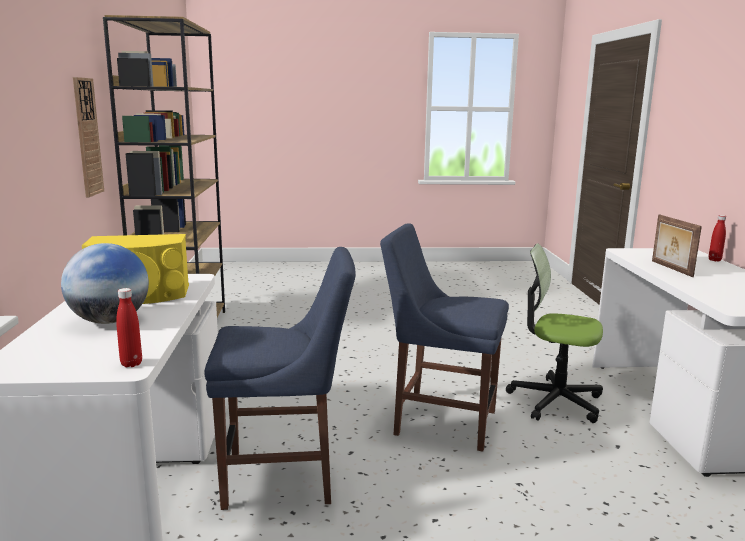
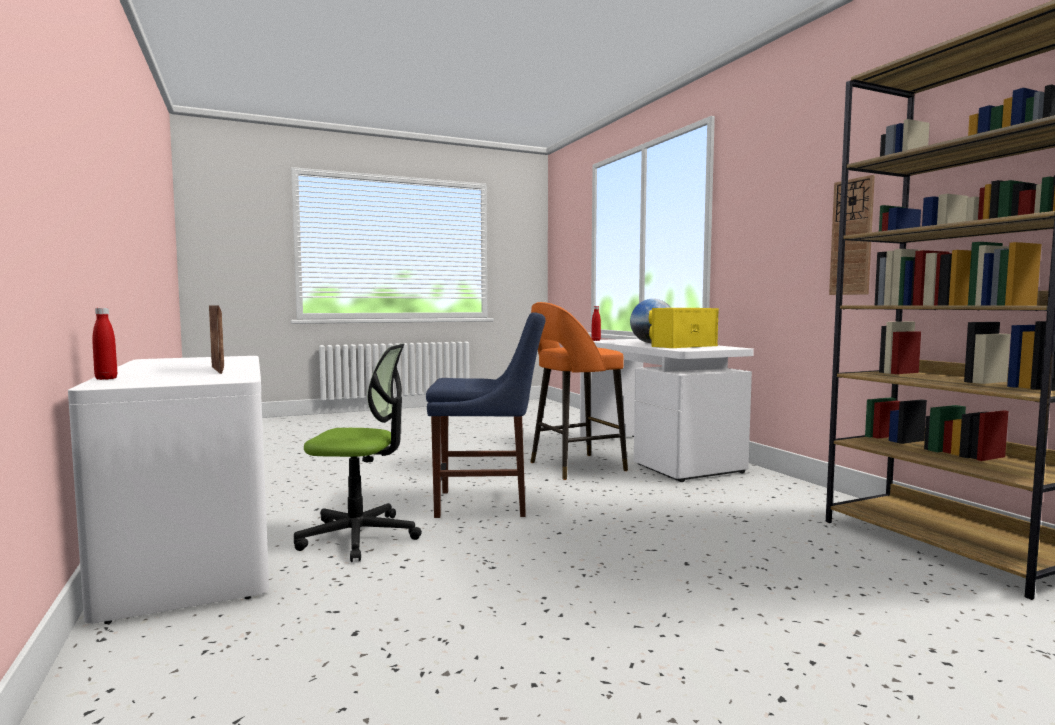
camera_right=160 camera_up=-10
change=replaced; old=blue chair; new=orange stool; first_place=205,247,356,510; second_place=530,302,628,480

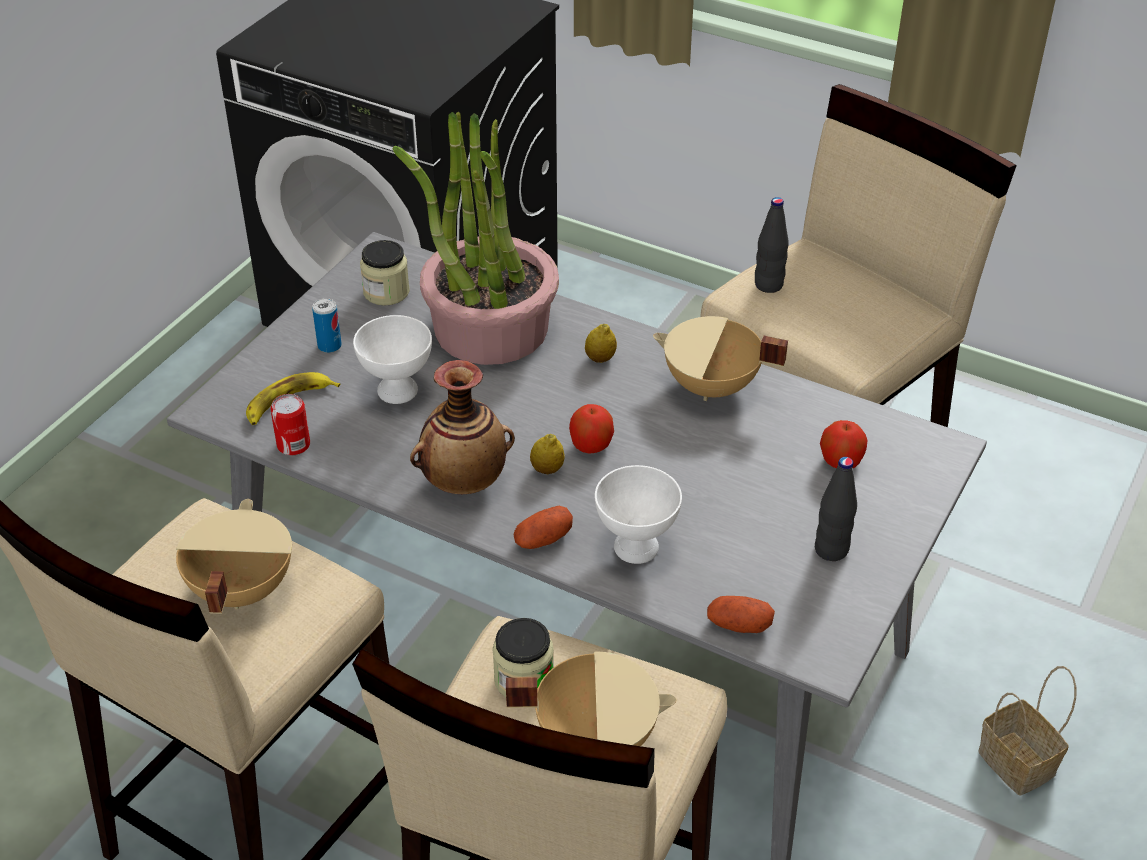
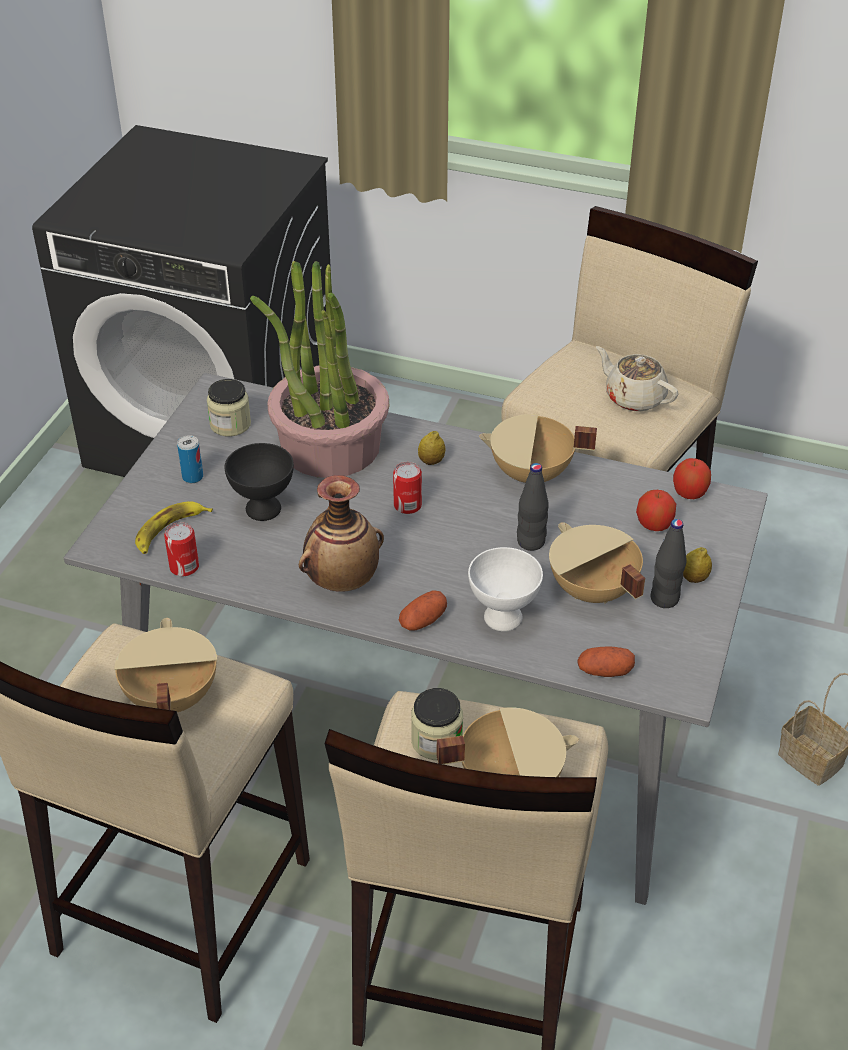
camera_right=-10 camera_up=0
change=recoloured; old=white bowl; new=black bowl; first_place=353,315,432,404; second_place=225,443,294,521
change=moved; old=lemon; first_place=530,434,565,474; second_place=683,547,712,583
change=moved; old=apple; first_place=569,404,614,454; second_place=673,458,711,499
change=moved; old=black bottle; first_place=755,197,789,293; second_place=517,463,549,551
change=added; new=can; second_place=393,462,422,514
change=added; new=beige cooking pot; second_place=549,522,645,604
change=added; new=beige teapot; second_place=596,346,678,412

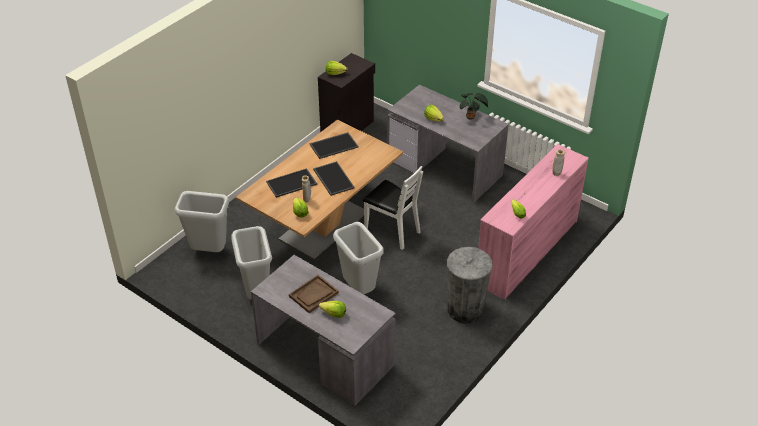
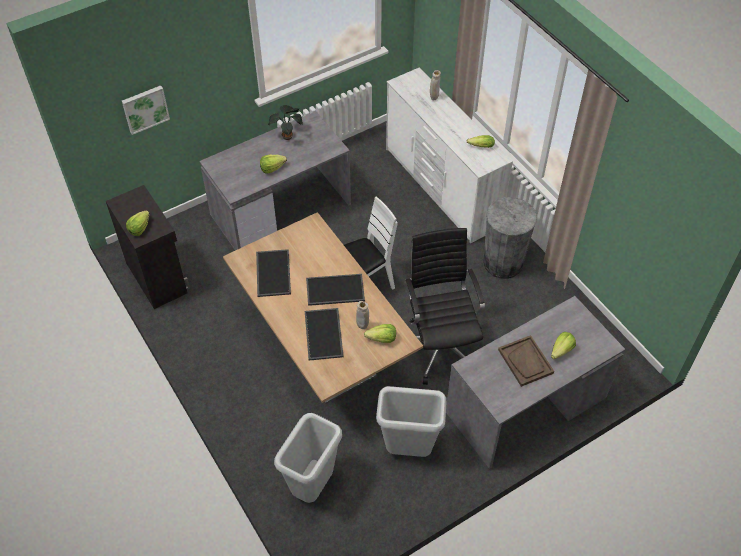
camera_right=-70 camera_up=10
change=replaced; old=grey trash can; new=black office chair; first_place=333,222,384,294; second_place=406,228,485,385
change=recoloured; old=pink dresser; new=white dresser; first_place=478,144,589,300; second_place=386,67,513,244
change=added; new=picture; second_place=122,86,170,135

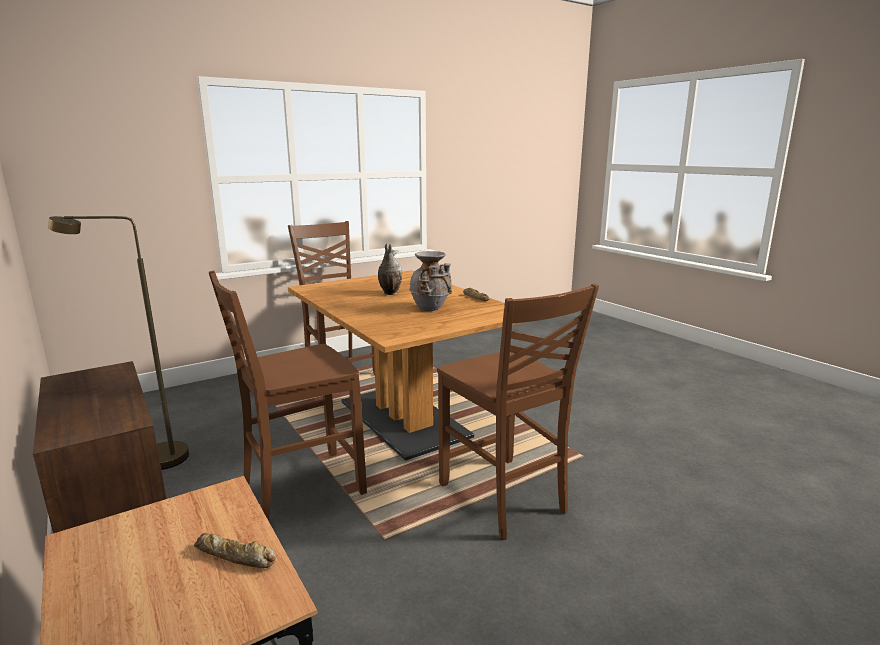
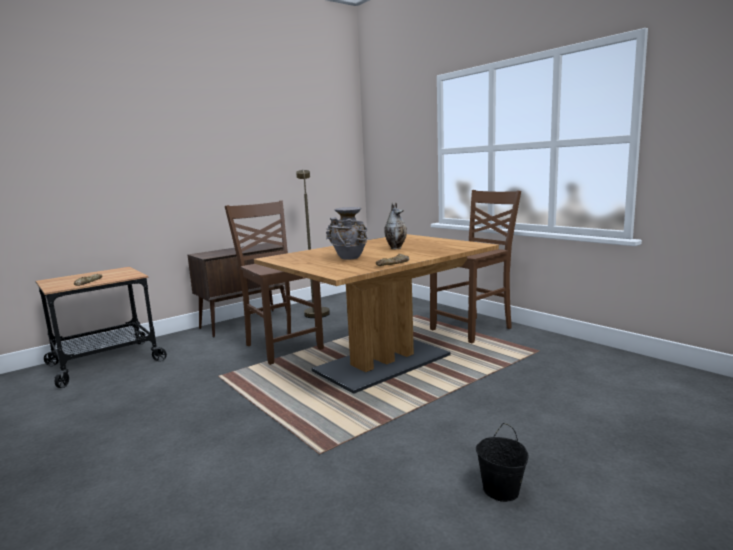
camera_right=85 camera_up=-5
change=removed; old=brown chair; first_place=437,284,599,540
change=added; new=black bucket; second_place=476,423,529,502

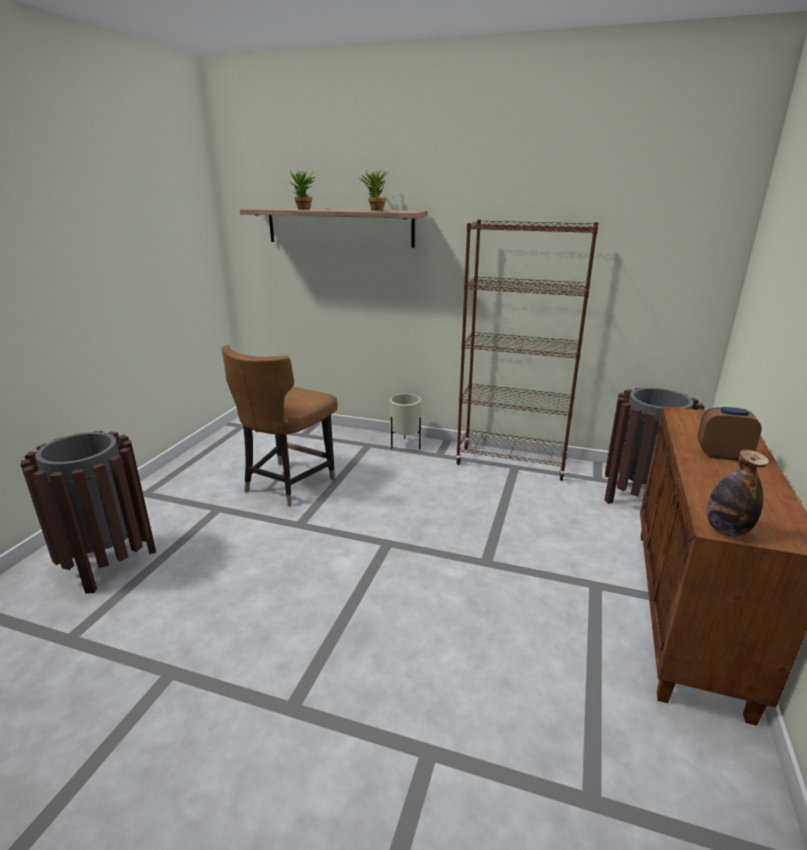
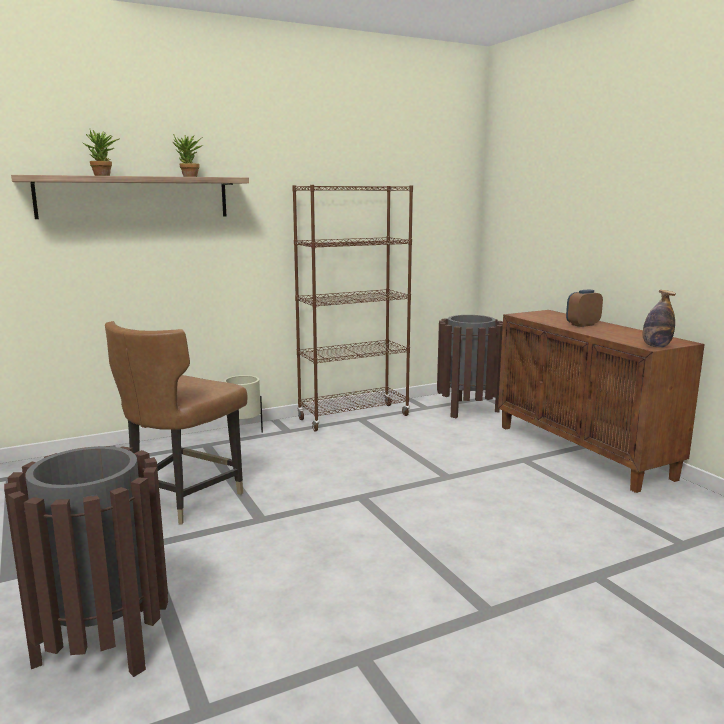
camera_right=-45 camera_up=-10
change=turned; old=brown chair; first_place=221,345,338,507; second_place=105,321,247,524; degrees=45

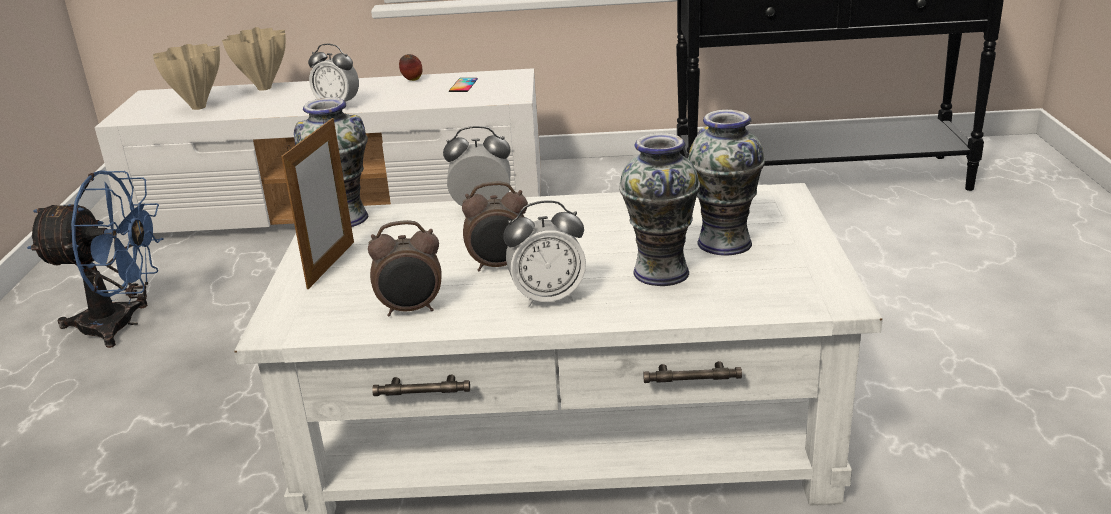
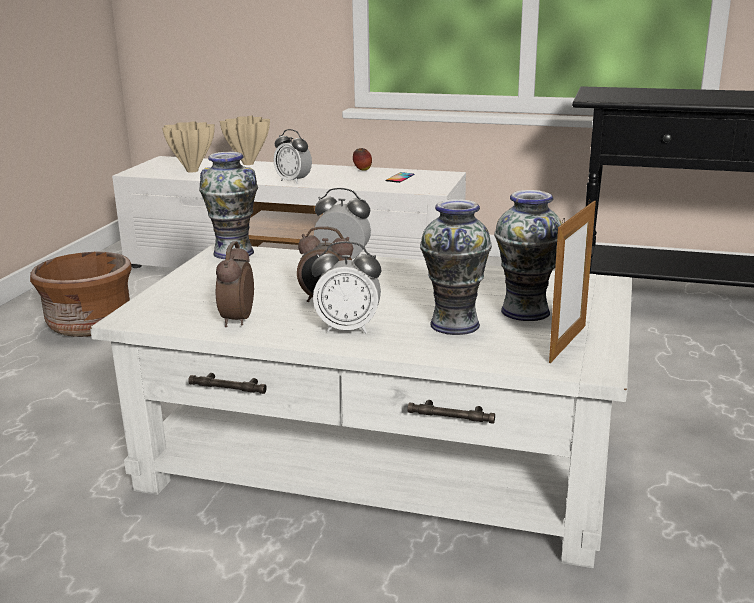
camera_right=15 camera_up=-5
change=replaced; old=blue fan; new=brown planter; first_place=27,170,164,348; second_place=30,252,131,337
change=moved; old=picture frame; first_place=281,118,354,289; second_place=549,199,596,363
change=turned; old=alarm clock; first_place=368,220,442,316; second_place=216,241,254,327; degrees=90

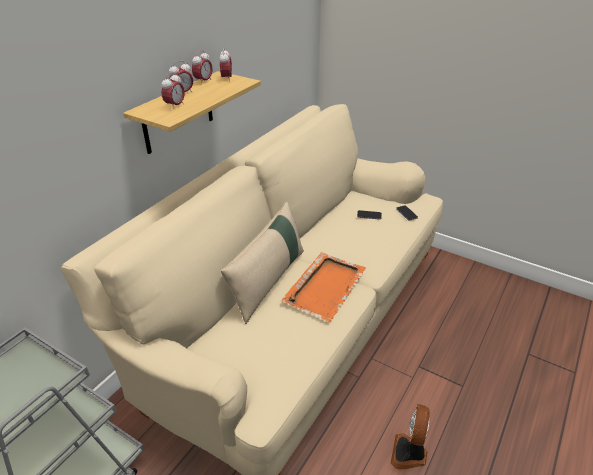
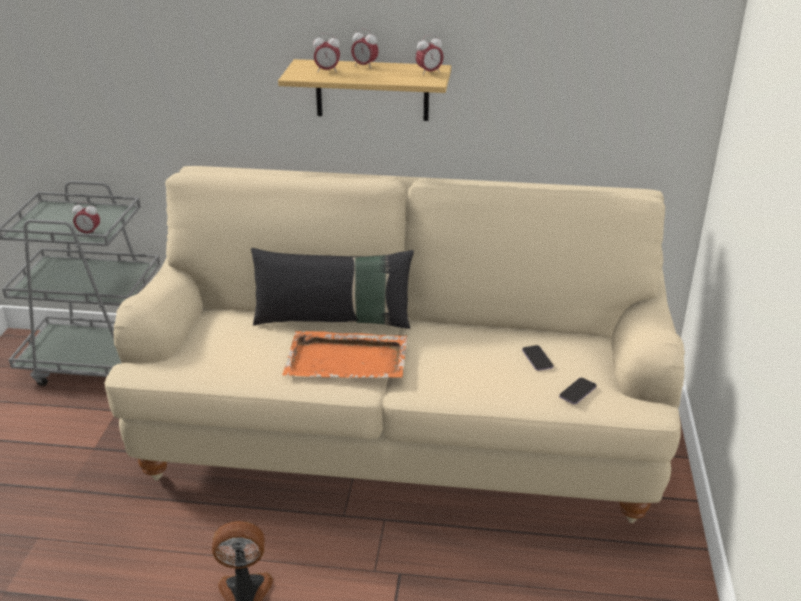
camera_right=65 camera_up=-5
change=moved; old=alarm clock; first_place=192,50,213,85; second_place=72,202,100,234
change=recoloured; old=beige pillow; new=black pillow; first_place=221,202,304,324; second_place=251,248,414,329

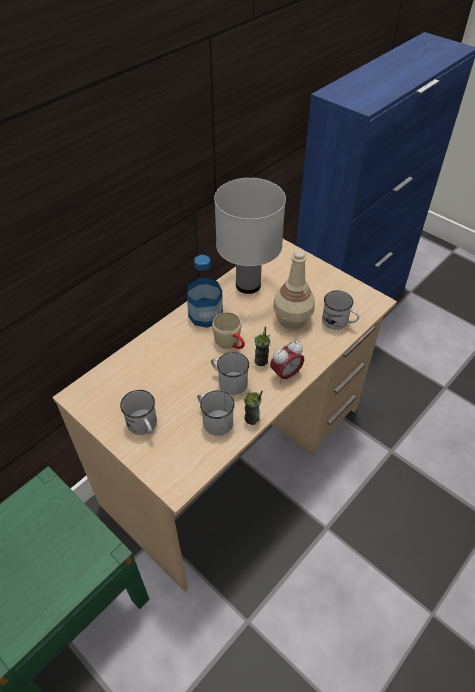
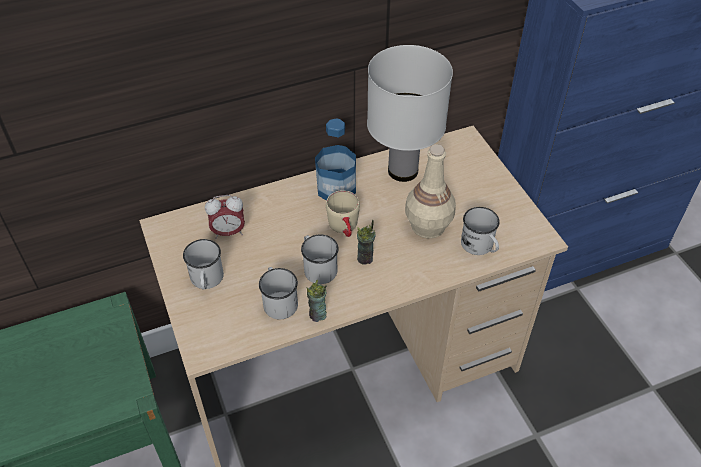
camera_right=25 camera_up=0
change=moved; old=alarm clock; first_place=270,341,304,383; second_place=205,195,245,239

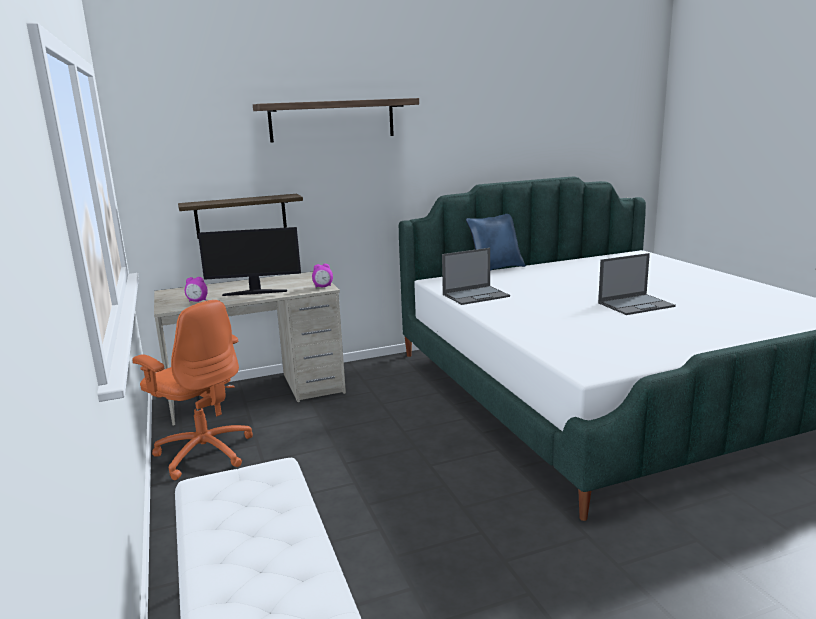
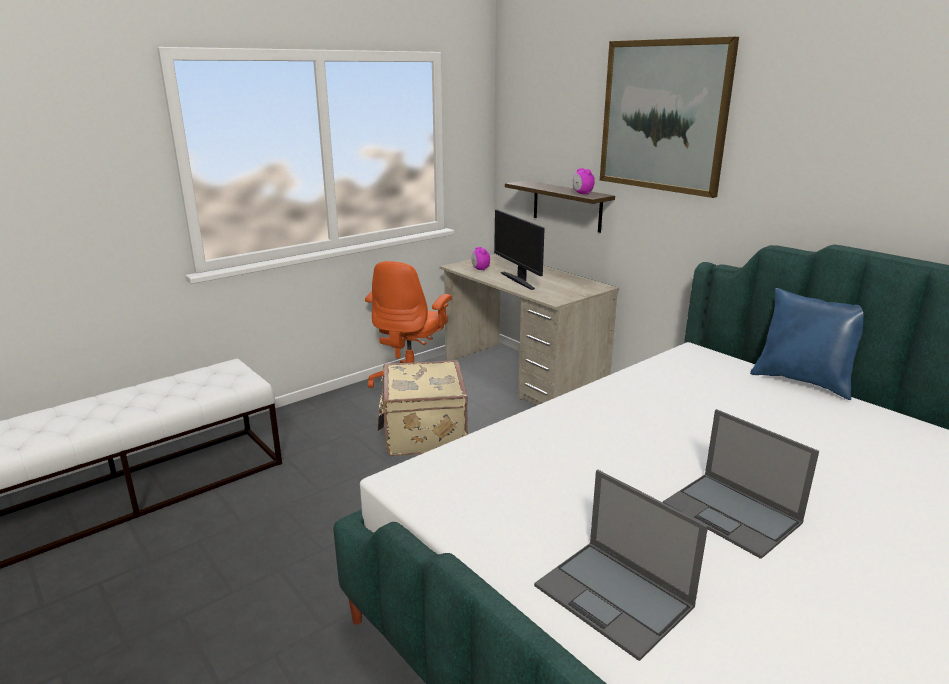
camera_right=70 camera_up=5
change=replaced; old=shelf; new=picture; first_place=253,98,419,143; second_place=600,37,739,198
change=moved; old=alarm clock; first_place=312,264,333,287; second_place=573,168,595,195
change=moved; old=laptop; first_place=442,248,510,305; second_place=534,470,708,661
change=added; new=beige suitcase; second_place=377,360,468,456

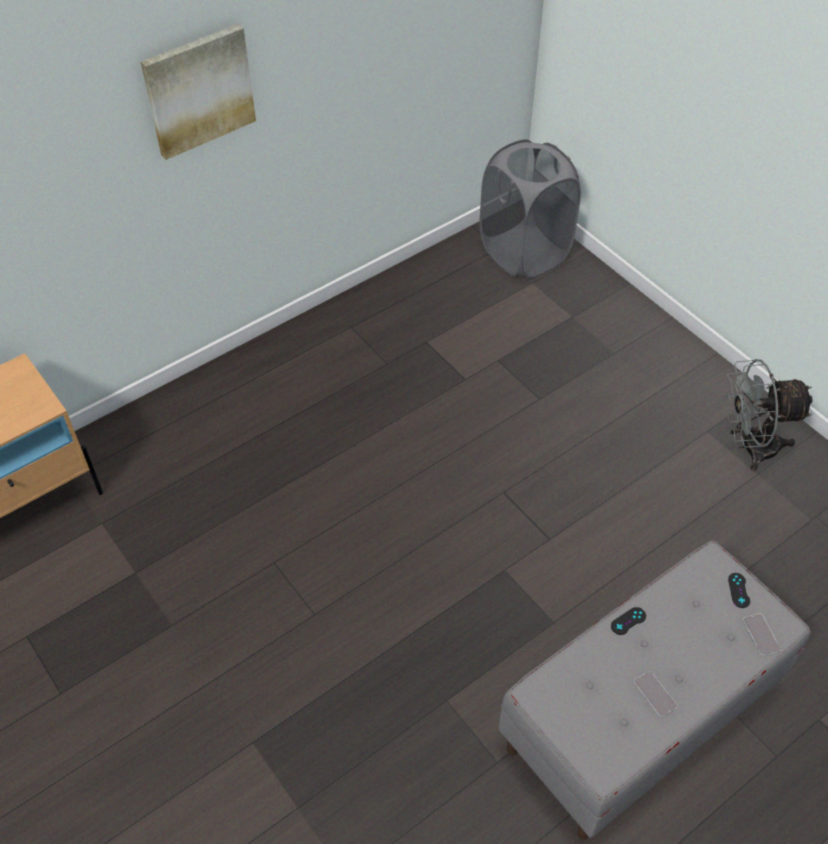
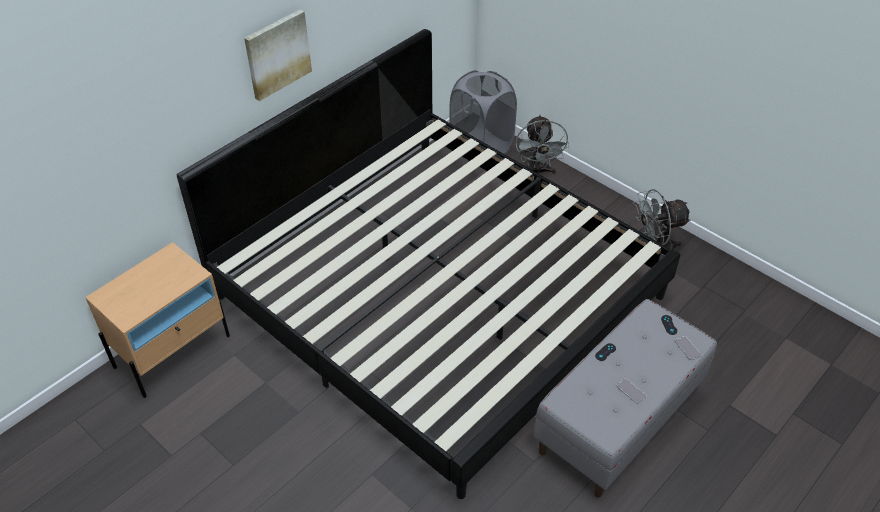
camera_right=-10 camera_up=-5
change=added; new=bed; second_place=177,29,681,499
change=added; new=grey fan; second_place=516,115,569,174

